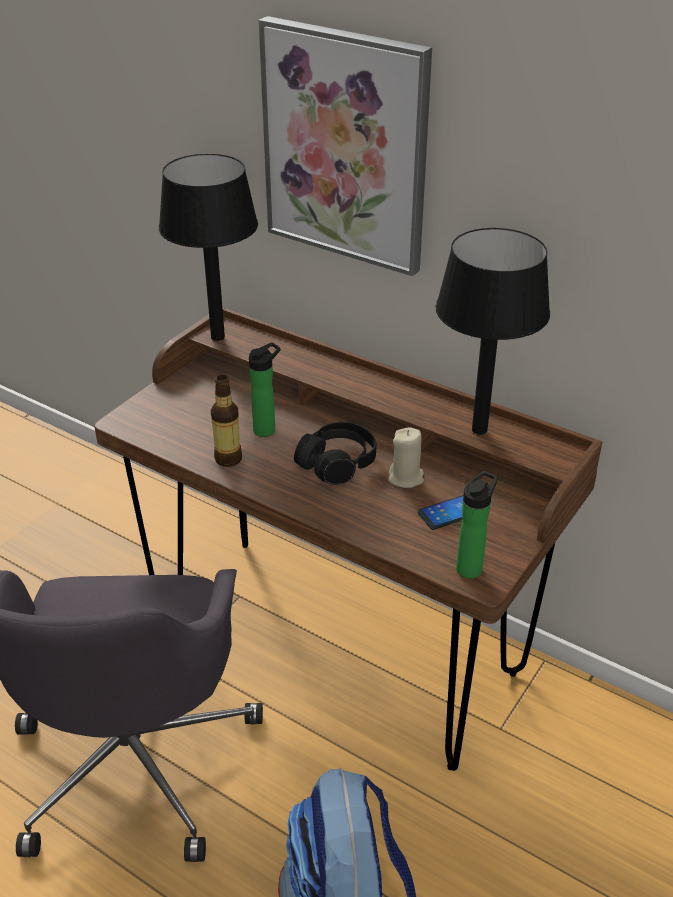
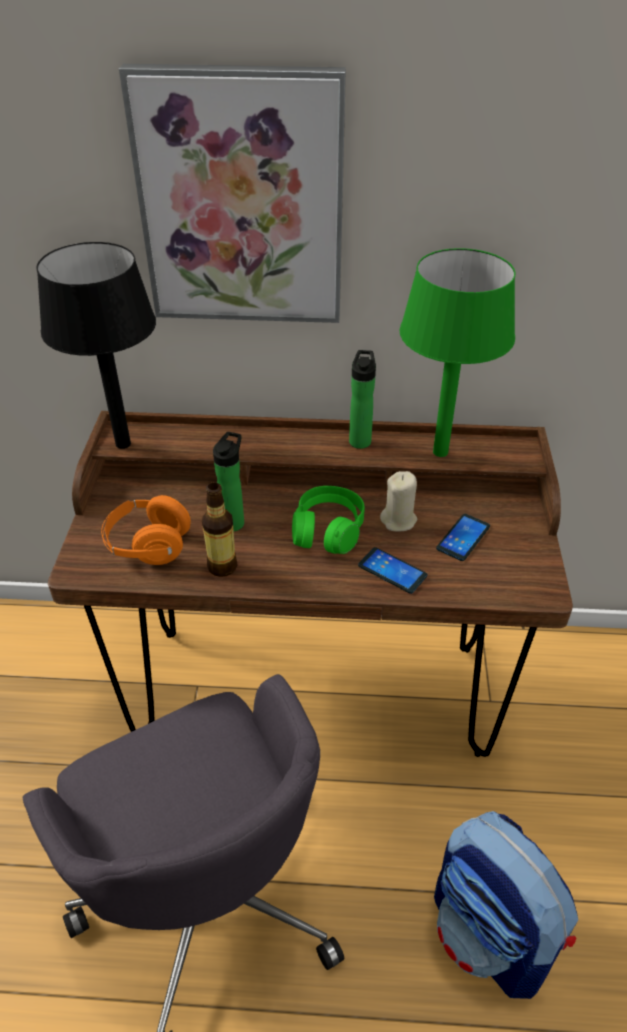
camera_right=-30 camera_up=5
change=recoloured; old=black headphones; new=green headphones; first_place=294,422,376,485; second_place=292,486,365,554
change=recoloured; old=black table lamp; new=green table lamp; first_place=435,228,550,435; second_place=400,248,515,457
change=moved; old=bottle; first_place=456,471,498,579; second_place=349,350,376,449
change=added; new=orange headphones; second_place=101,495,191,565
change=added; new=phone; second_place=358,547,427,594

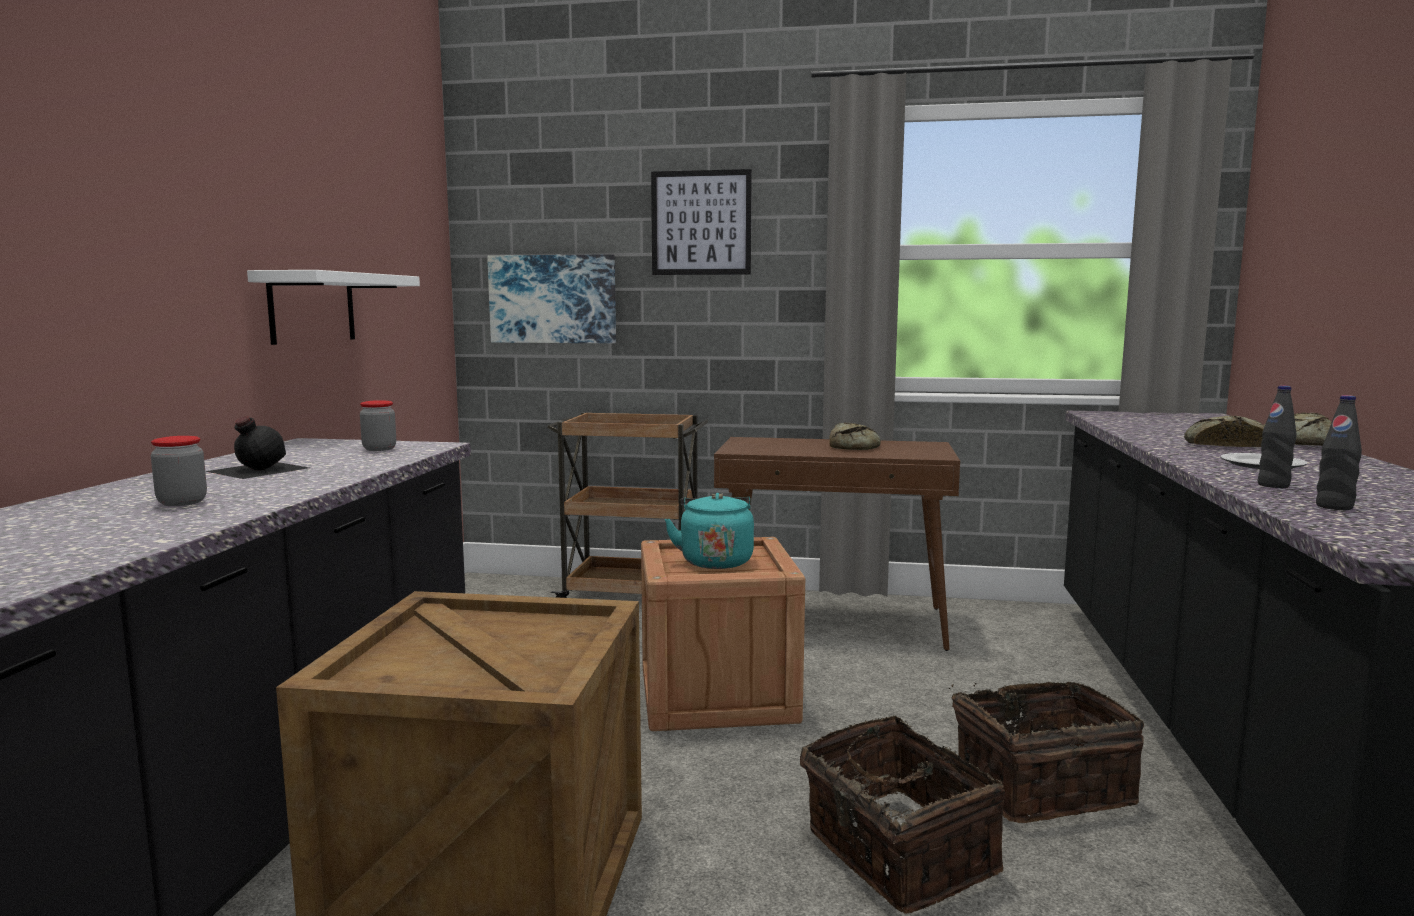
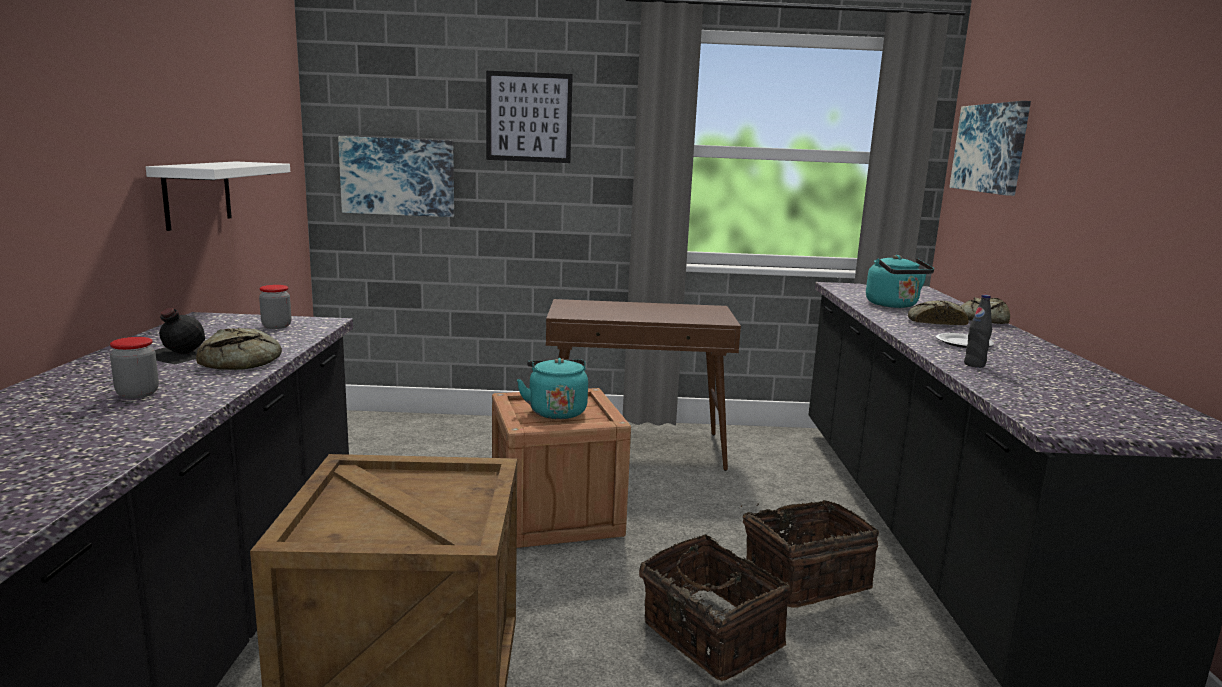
camera_right=-10 camera_up=5
change=removed; old=brown cart; first_place=547,412,708,598
change=moved; old=bread; first_place=829,422,881,450; second_place=196,328,282,370
change=removed; old=black bottle; first_place=1316,395,1362,510
change=added; new=turquoise kettle; second_place=866,255,934,308
change=added; new=picture; second_place=949,101,1031,196

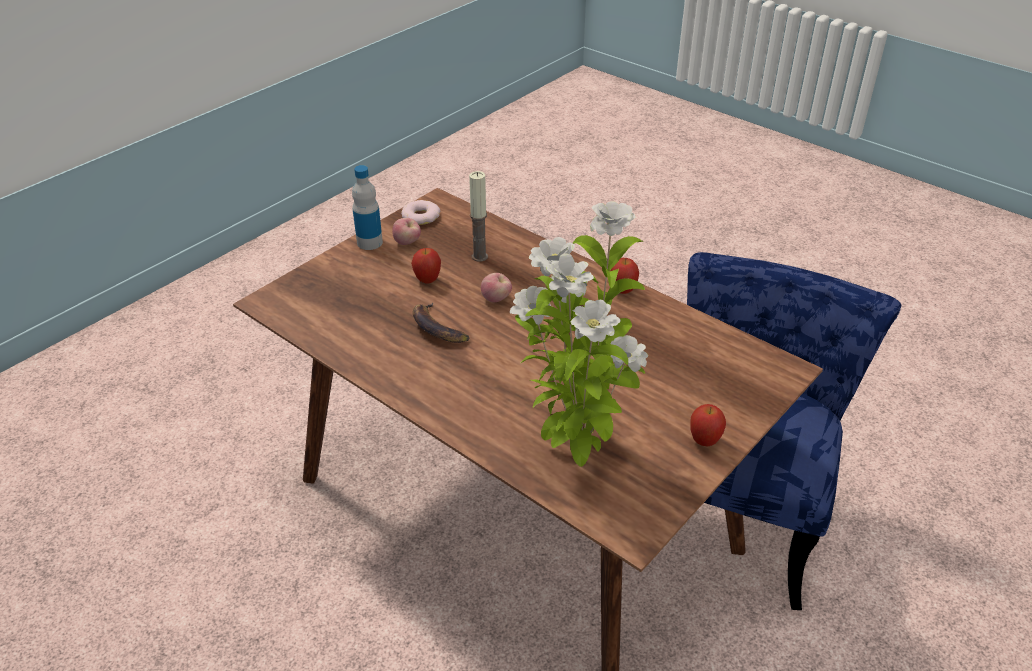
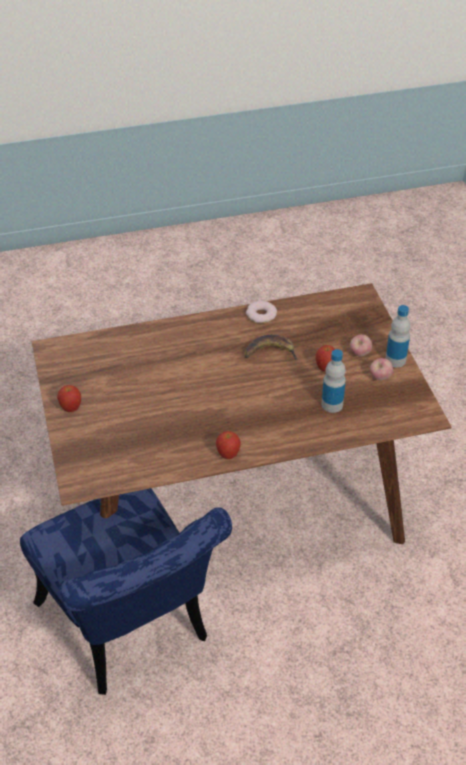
camera_right=125 camera_up=5
change=moved; old=donut; first_place=401,200,440,225; second_place=246,301,277,323
change=replaced; old=candle; new=bottle; first_place=469,171,488,262; second_place=322,349,346,413
change=moved; old=apple; first_place=481,273,512,303; second_place=350,335,372,356
change=removed; old=potted plant; first_place=510,201,648,467

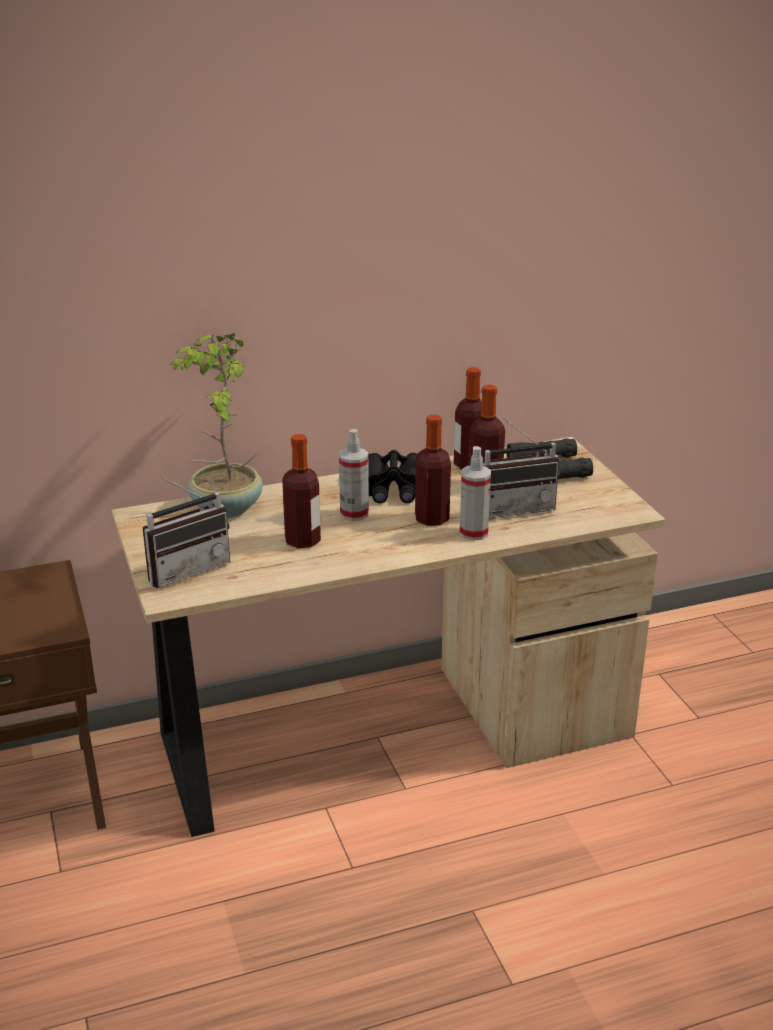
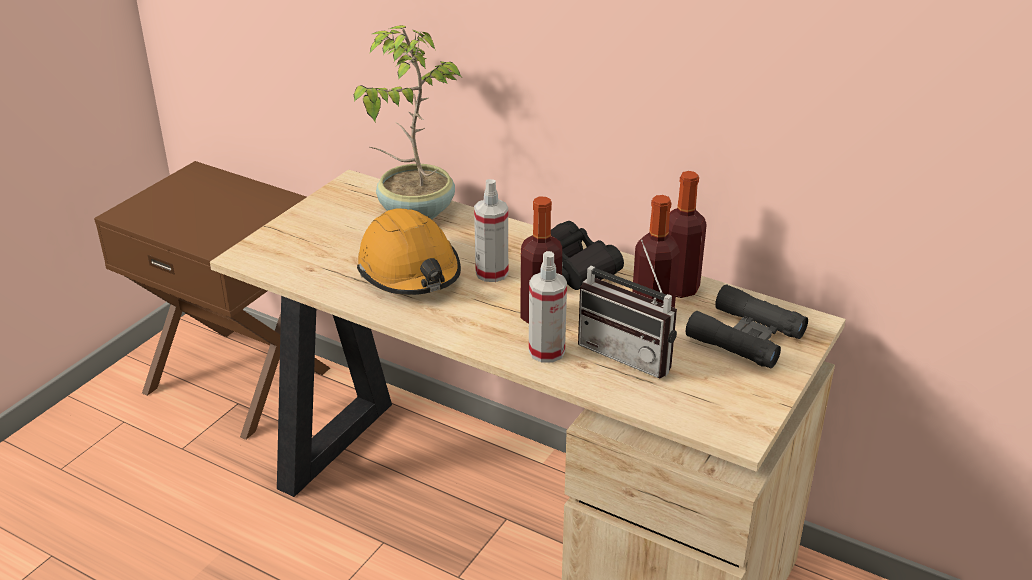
camera_right=50 camera_up=5
change=removed; old=radio; first_place=142,475,230,588
change=replaced; old=bottle; new=orange hard hat; first_place=282,434,321,548; second_place=357,208,461,295

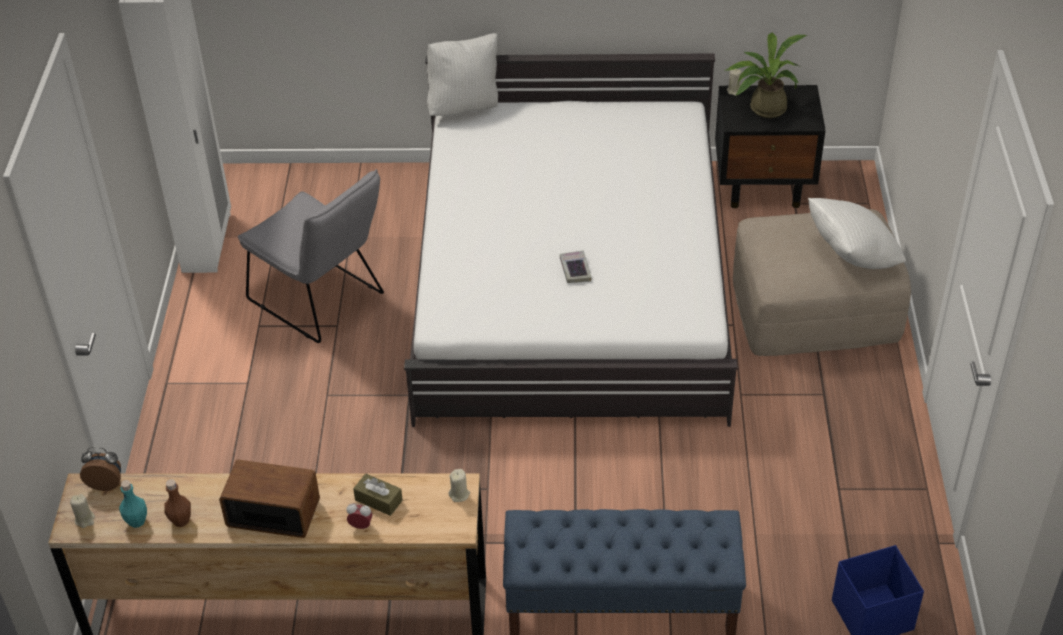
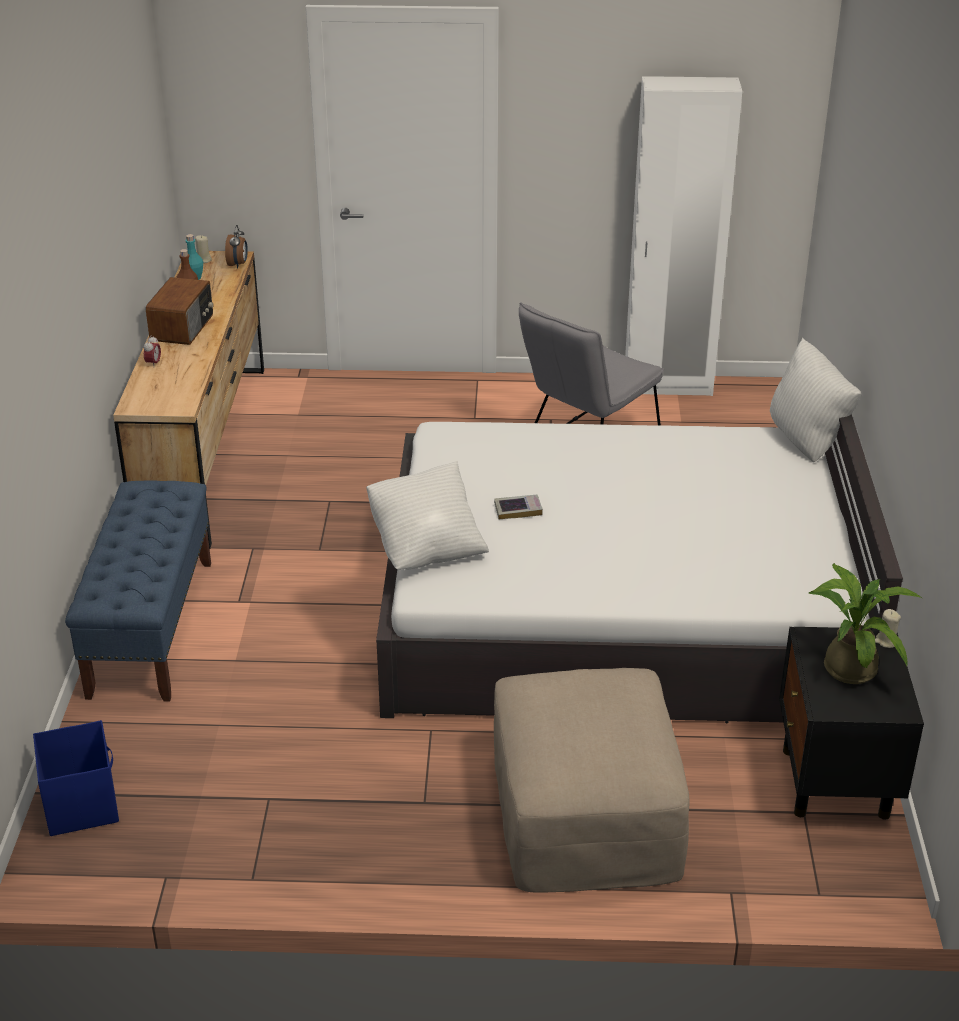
camera_right=90 camera_up=-10
change=removed; old=brown tissue box; first_place=353,473,403,516
change=removed; old=beige candle; first_place=449,469,470,502
change=moved; old=white pillow; first_place=808,198,906,269; second_place=366,461,489,570

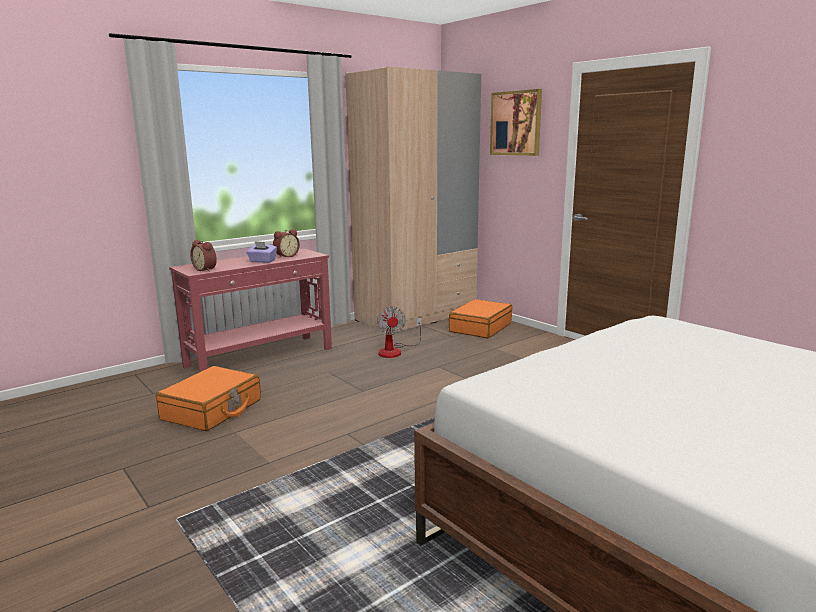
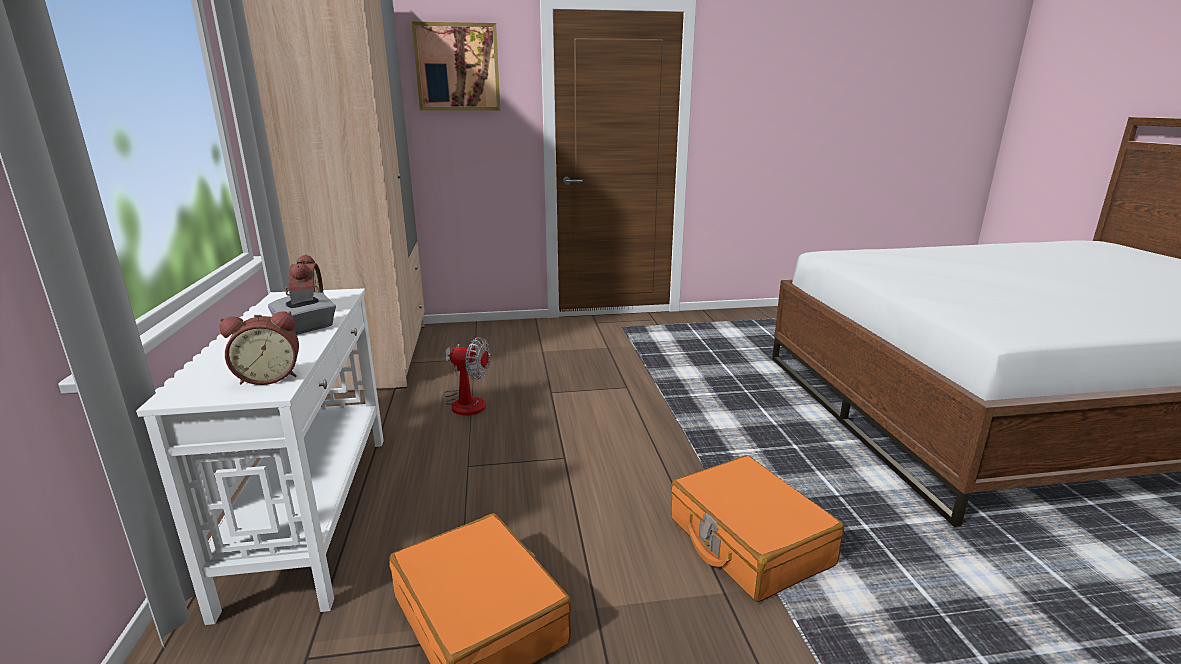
camera_right=-60 camera_up=5
change=recoloured; old=red console table; new=white console table; first_place=169,248,332,372; second_place=136,288,384,625
change=recoloured; old=purple tissue box; new=grey tissue box; first_place=246,241,277,263; second_place=268,288,336,335
change=moved; old=orange suitcase; first_place=449,299,512,338; second_place=671,455,844,602

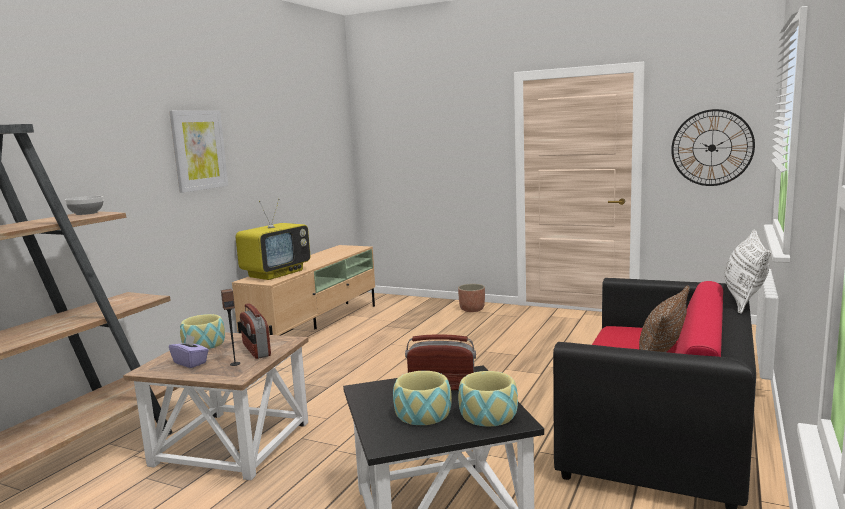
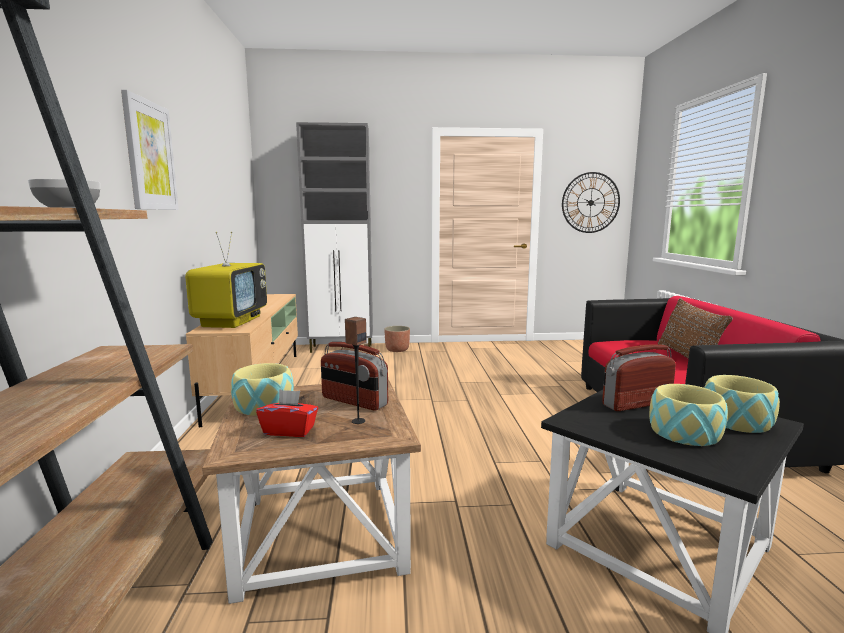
camera_right=-30 camera_up=0
change=recoloured; old=purple tissue box; new=red tissue box; first_place=169,335,209,368; second_place=256,390,318,437
change=removed; old=white pillow; first_place=724,230,771,314
change=added; new=grey cabinet; second_place=296,122,373,353

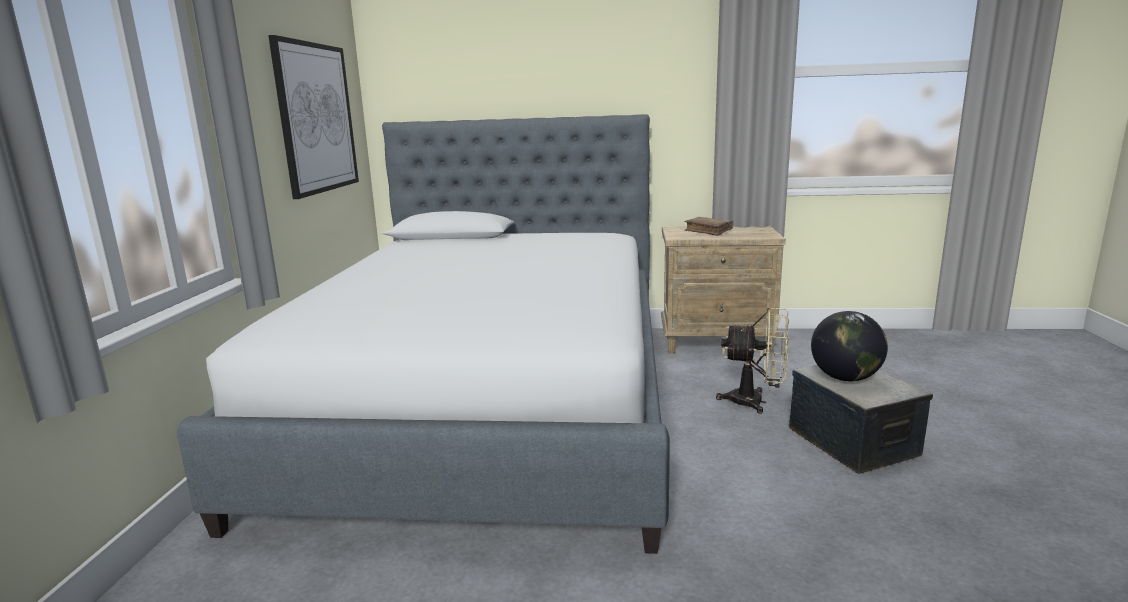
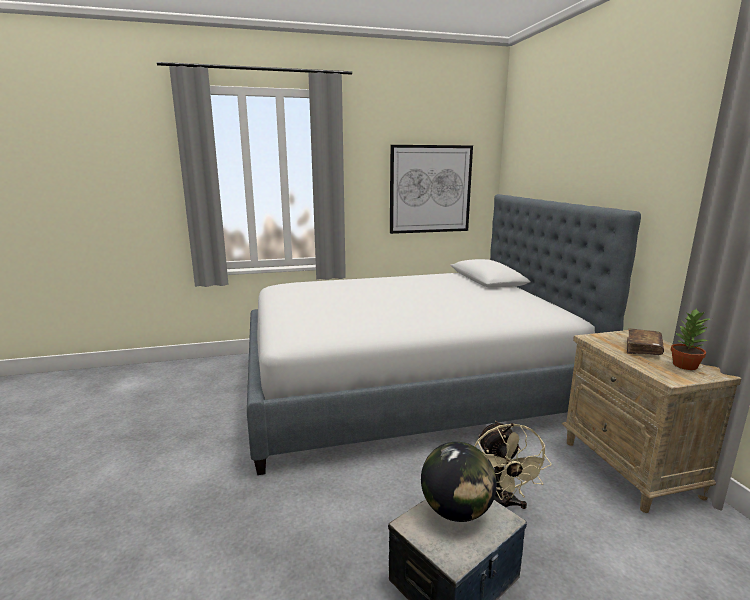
camera_right=70 camera_up=0
change=added; new=potted plant; second_place=671,309,713,370

